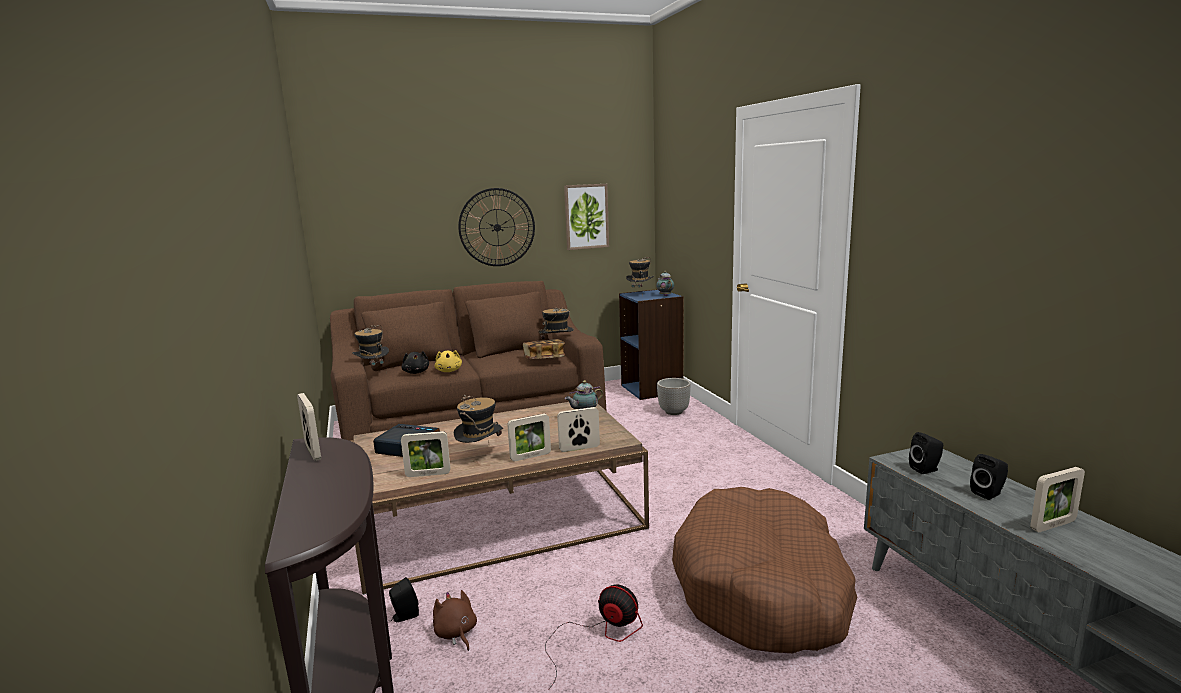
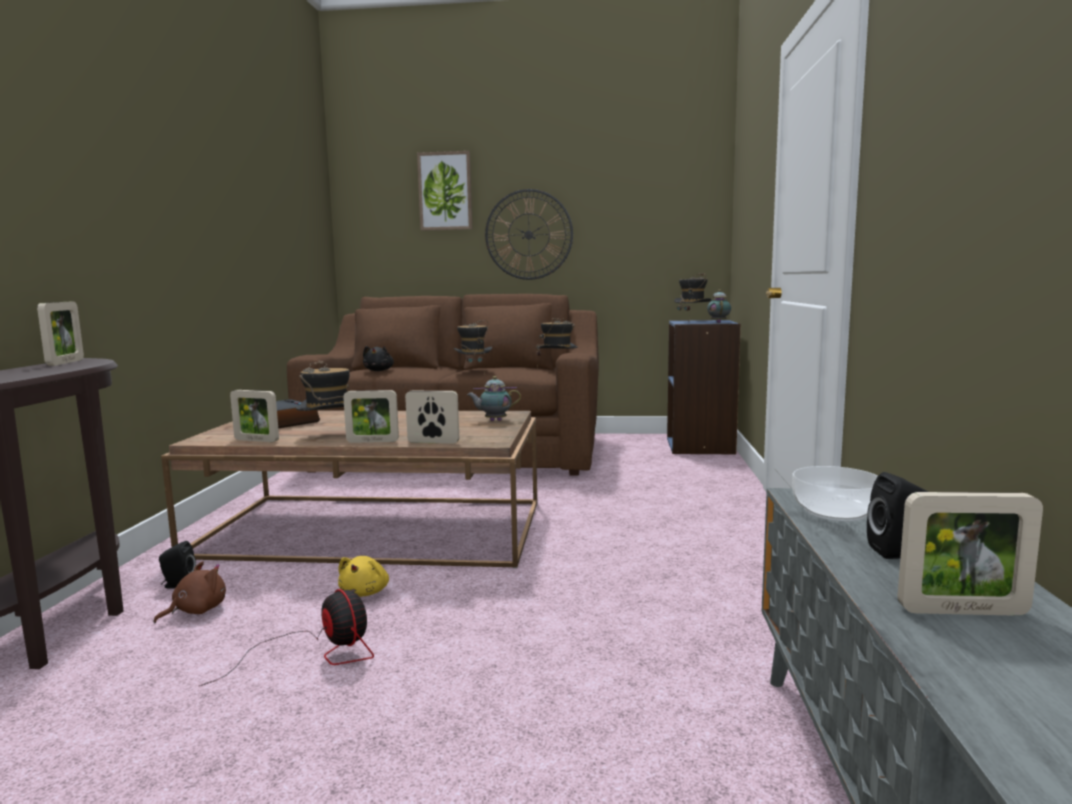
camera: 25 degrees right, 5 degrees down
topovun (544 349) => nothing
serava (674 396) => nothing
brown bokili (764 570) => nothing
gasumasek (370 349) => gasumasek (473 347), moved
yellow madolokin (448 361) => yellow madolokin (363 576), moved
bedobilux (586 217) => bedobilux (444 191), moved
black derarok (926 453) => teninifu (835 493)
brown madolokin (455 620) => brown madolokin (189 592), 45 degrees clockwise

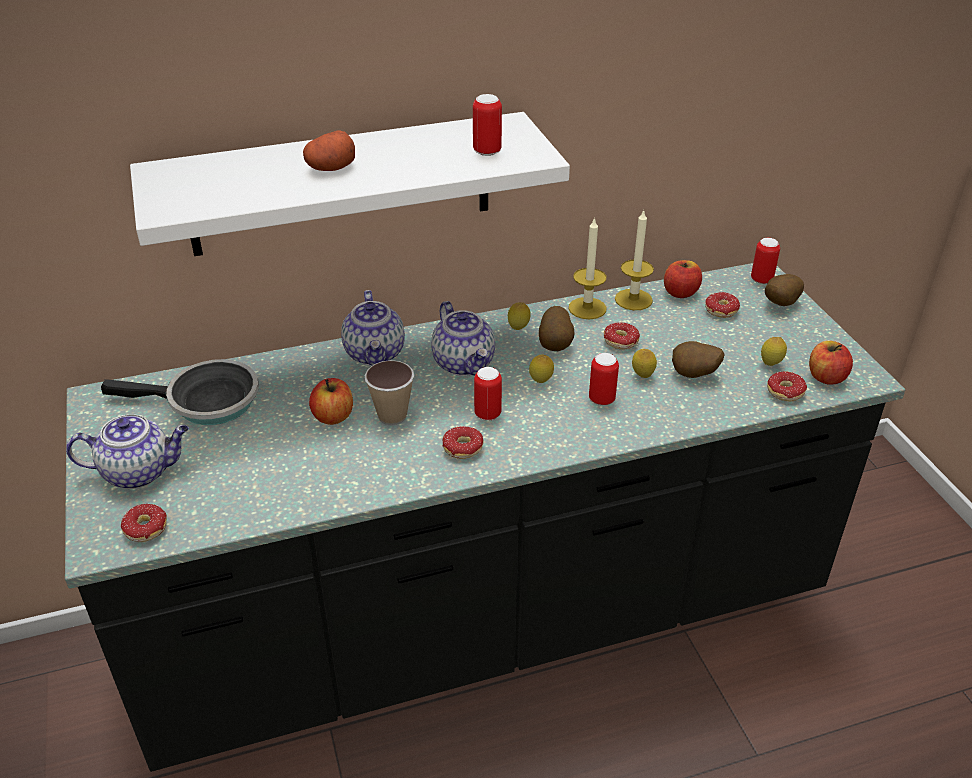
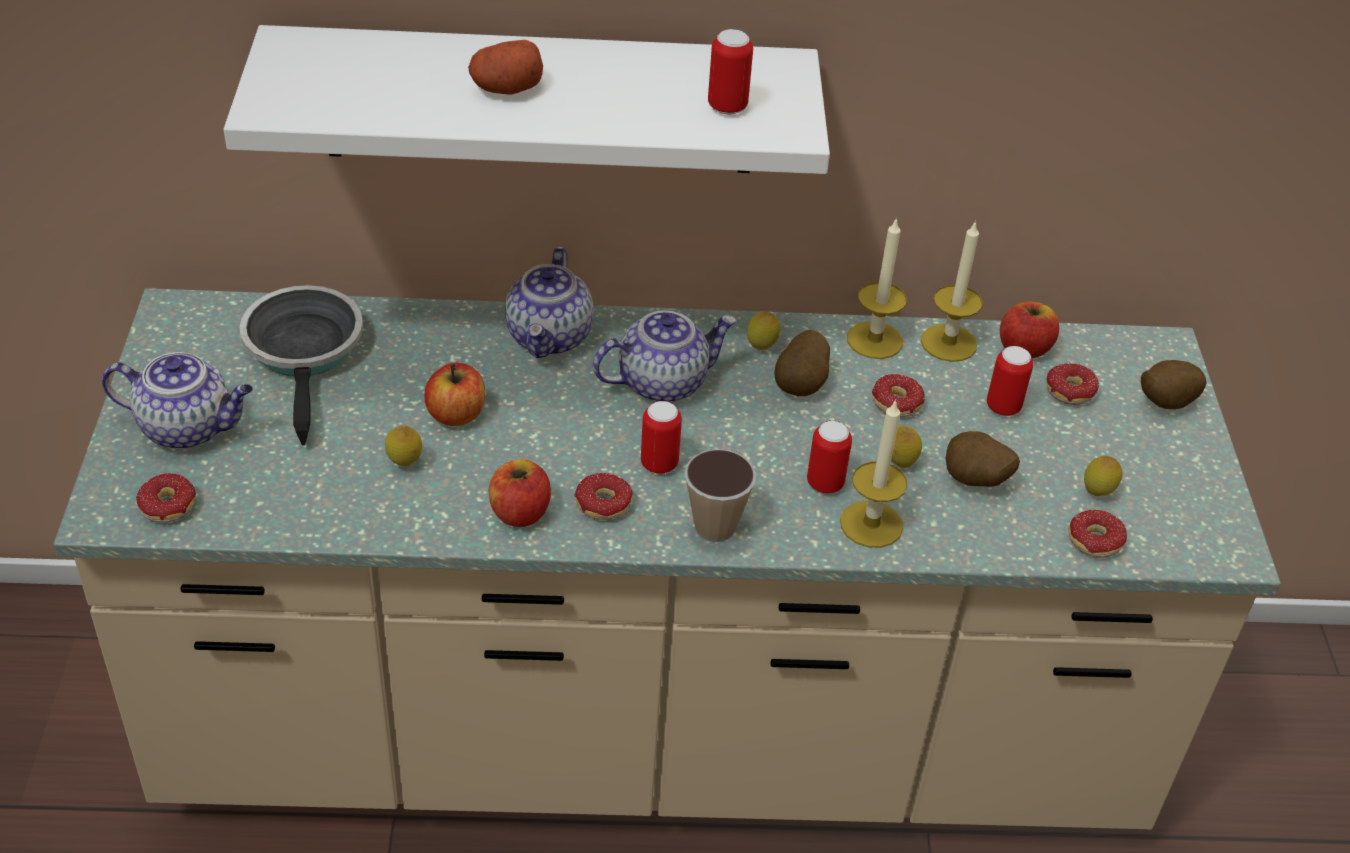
camera: 15 degrees right, 5 degrees up
nothing => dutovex (873 473)
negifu (389 392) => negifu (720 495), moved
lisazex (541 368) => lisazex (403 446), moved
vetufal (765 261) => vetufal (1010 381), moved
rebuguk (831 363) => rebuguk (519 493), moved
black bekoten (485 517) => beige bekoten (667 558)
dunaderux (180 392) => dunaderux (301 365), 120 degrees counterclockwise
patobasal (463 338) => patobasal (665 357), 105 degrees counterclockwise

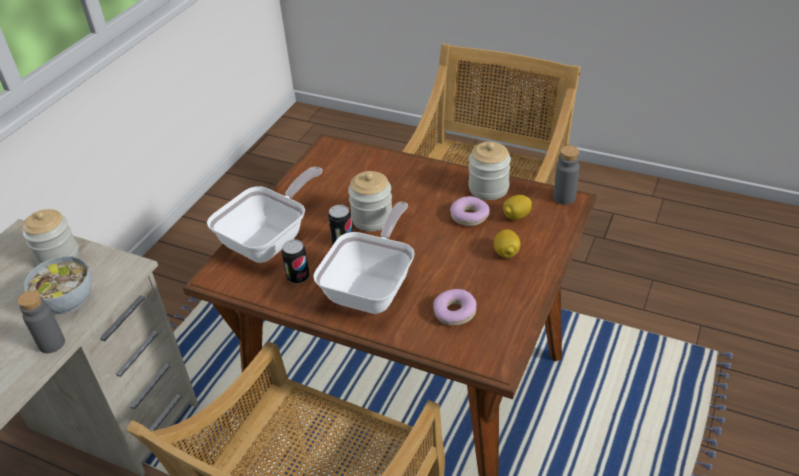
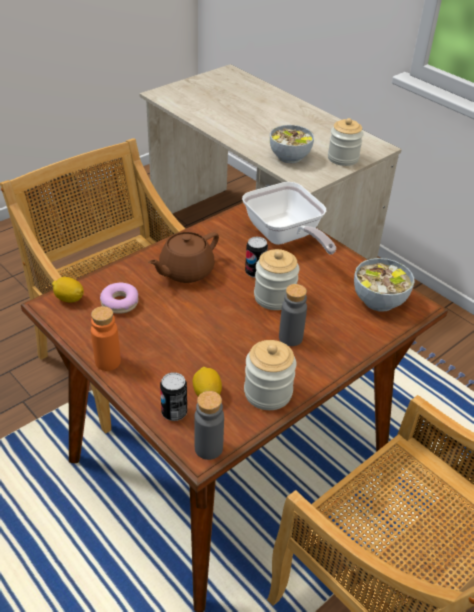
camera: 110 degrees right, 0 degrees up
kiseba (470 211) => nothing
nothing => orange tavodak (106 338)
nothing => teninifu (384 285)
grey tavodak (41 321) => grey tavodak (293 315), moved
vetufal (296 261) => vetufal (173 396), moved
lisazex (507 243) => lisazex (68 290), moved
dunaderux (364 258) => brown patobasal (183 257)

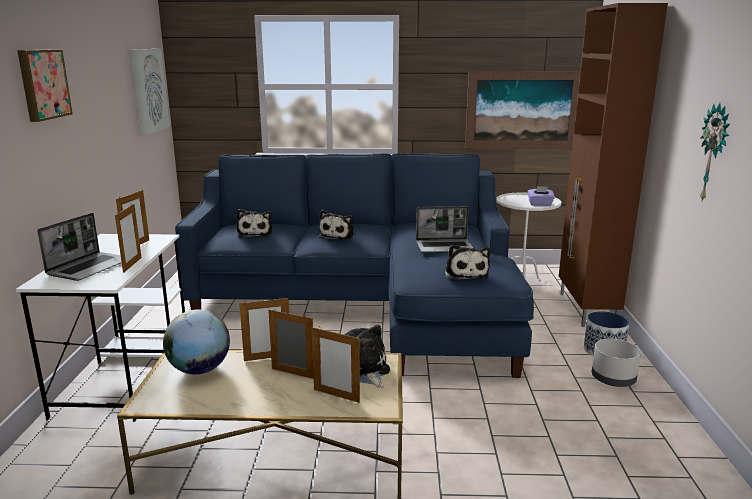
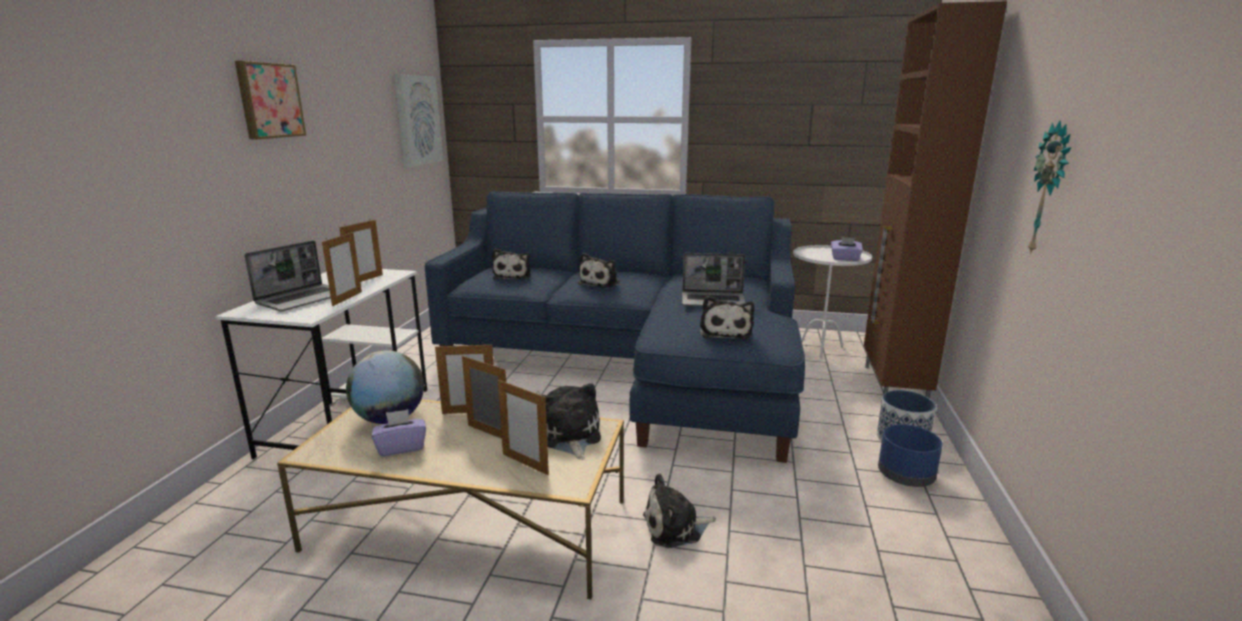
camera: 10 degrees right, 0 degrees up
bedobilux (522 110) => nothing
nothing => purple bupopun (399 433)
nothing => madolokin (679 511)
grey serava (616 363) => blue serava (910 455)

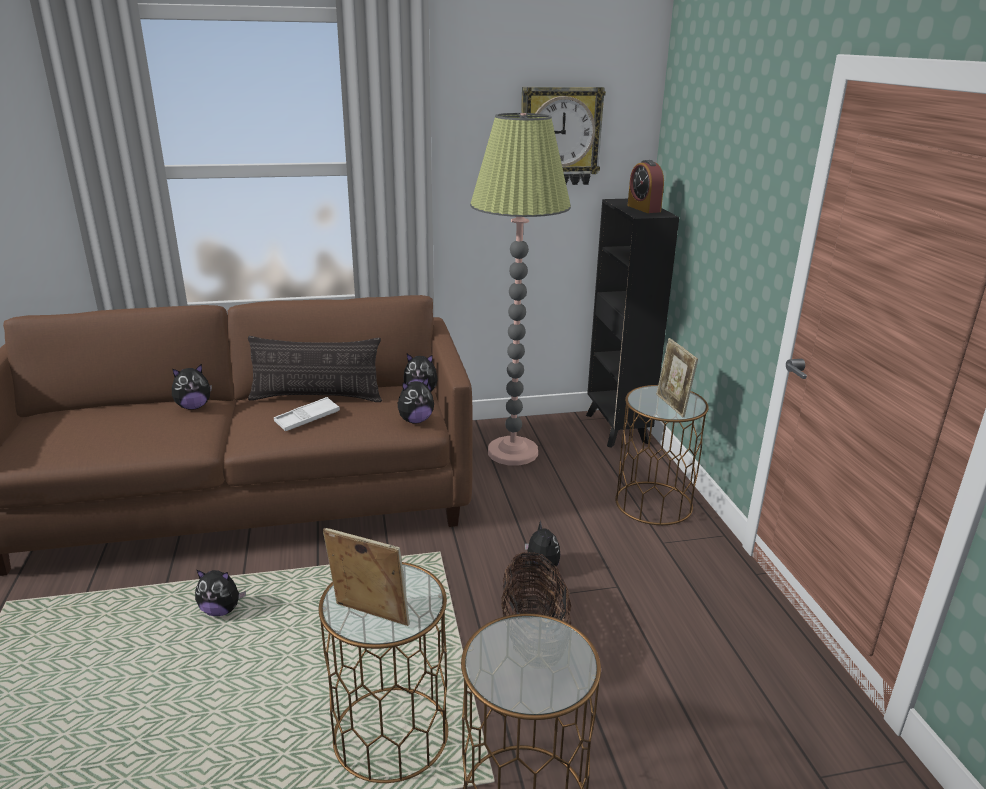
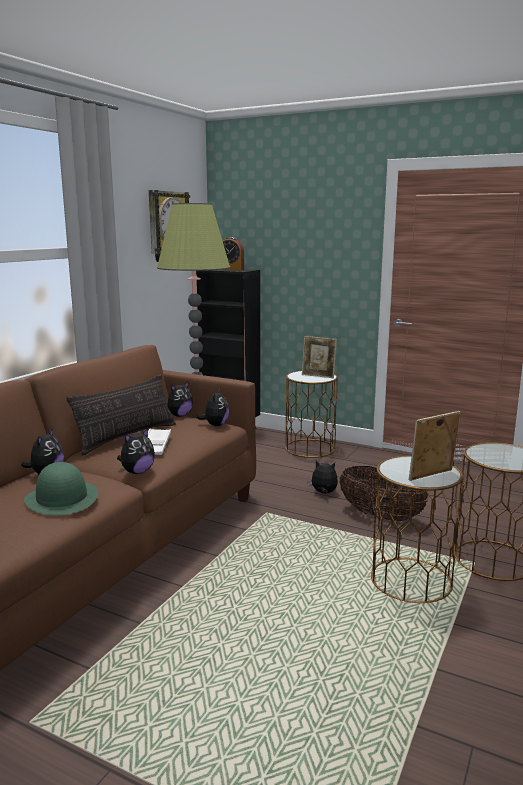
camera: 50 degrees left, 10 degrees down
nothing => green gasumasek (61 488)
madolokin (220 593) => madolokin (136 451), moved

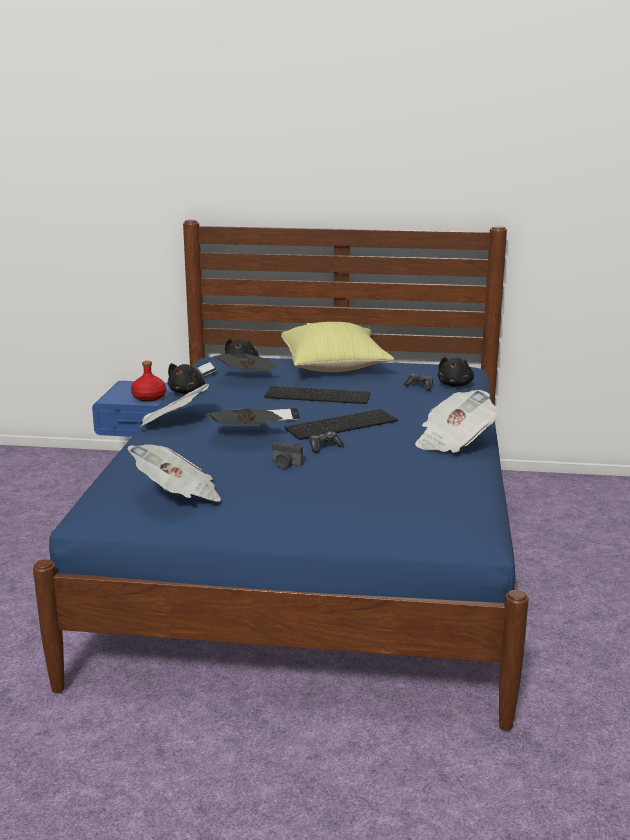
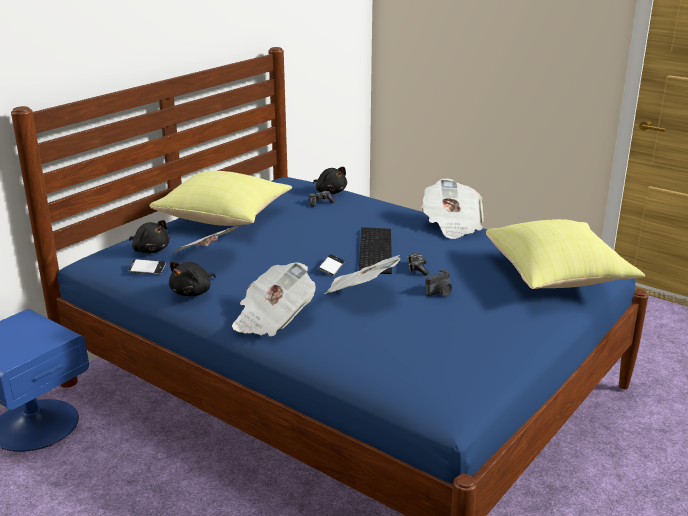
camera: 60 degrees left, 5 degrees up
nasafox (175 473) => nothing
red tavodak (148 381) => nothing
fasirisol (317 395) => nothing
nothing => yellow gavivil (565 254)
black madolokin (186 378) => black madolokin (192 278), 75 degrees clockwise

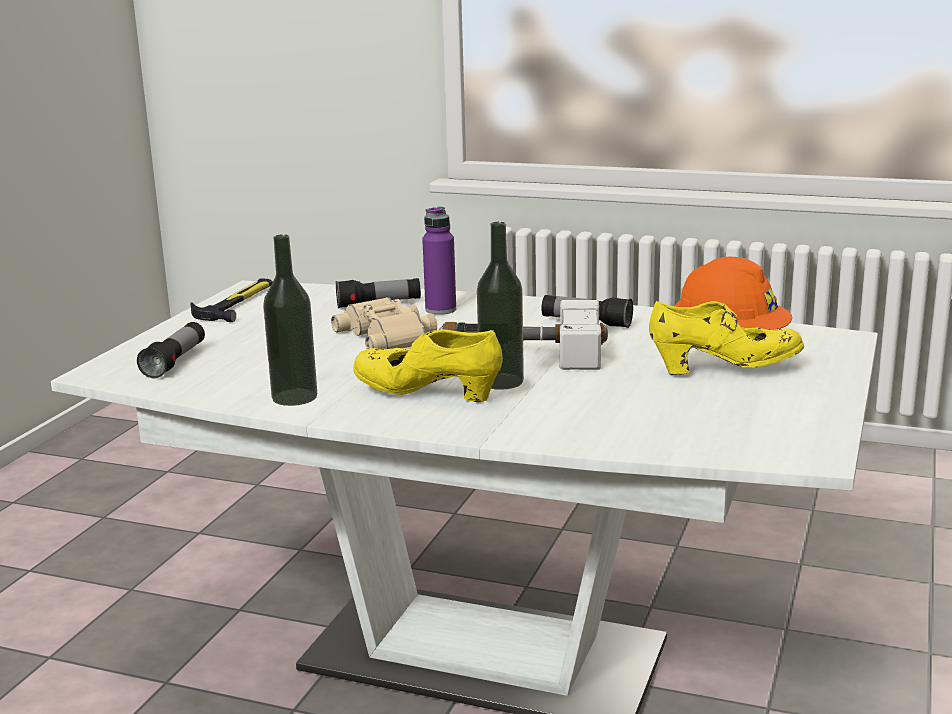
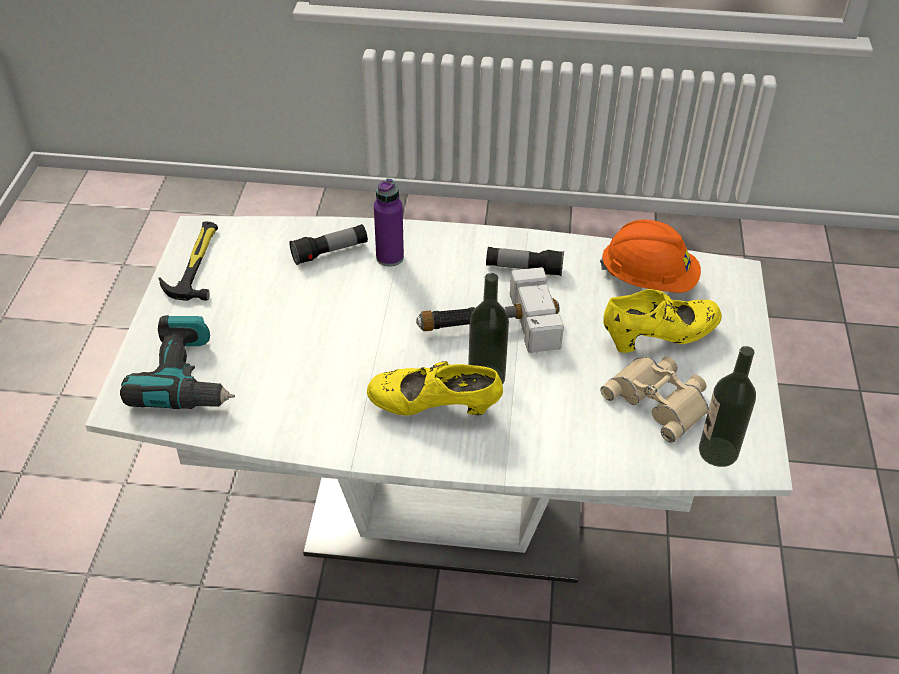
camera: 15 degrees left, 25 degrees up
tavodak (290 320) => tavodak (727 406), moved
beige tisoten (384 323) => beige tisoten (654 399), moved
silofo (171 350) => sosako (177 362)

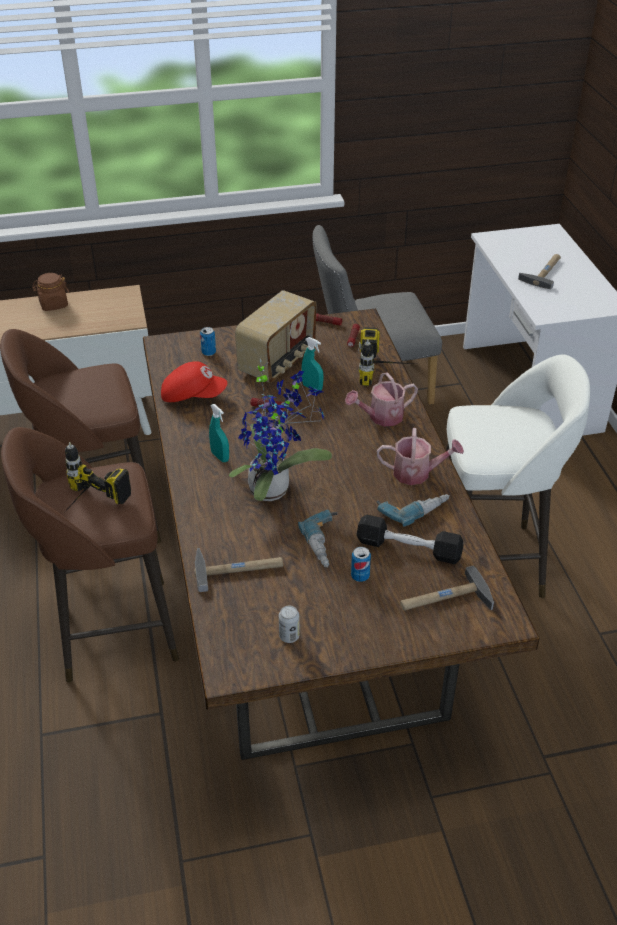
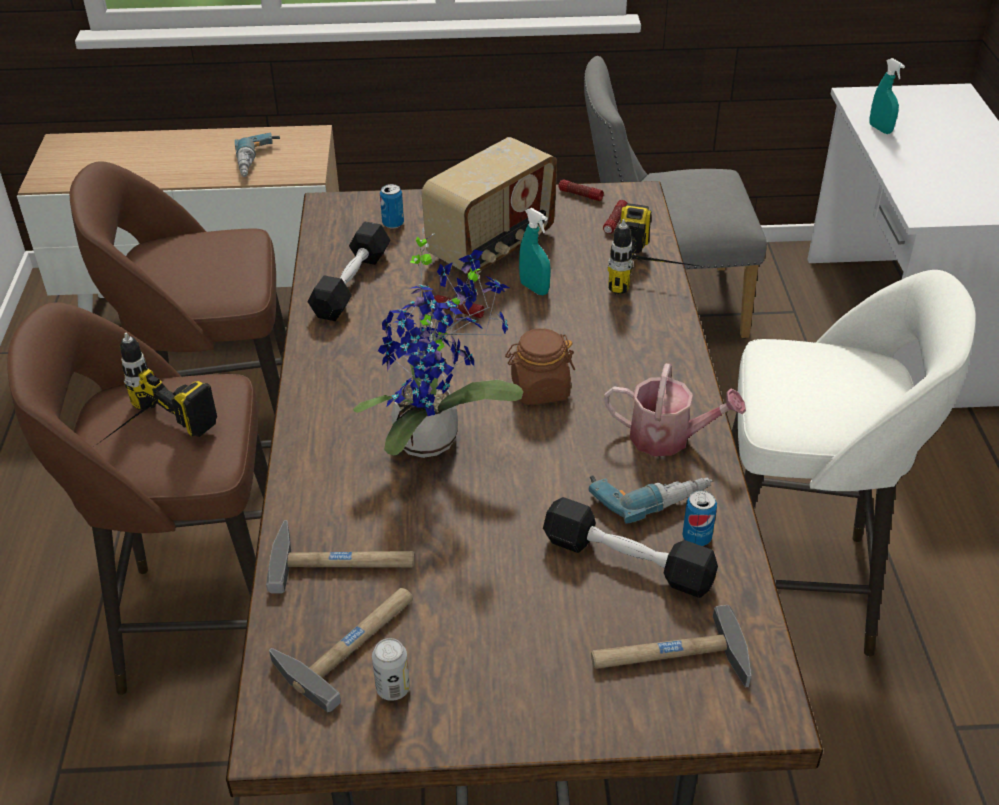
camera: 10 degrees right, 0 degrees up
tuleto (381 399) => nothing
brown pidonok (50 292) => brown pidonok (540 366), moved
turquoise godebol (219 433) => turquoise godebol (887 96), moved
sosako (317 538) => sosako (257 155), moved
vetufal (361 564) => vetufal (699 518), moved
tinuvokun (539 271) => tinuvokun (341 650), moved
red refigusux (194 381) => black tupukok (348 271)

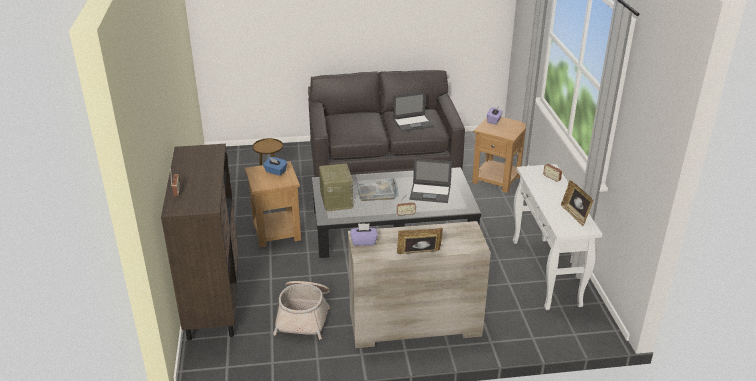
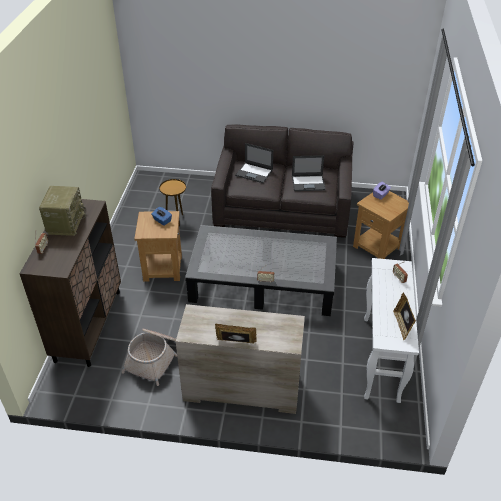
camera: 15 degrees right, 10 degrees up
purple bupopun (364 234) => nothing
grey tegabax (377 189) => nothing
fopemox (336 187) => fopemox (62 211), moved
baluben (431 180) => baluben (254 163), moved

